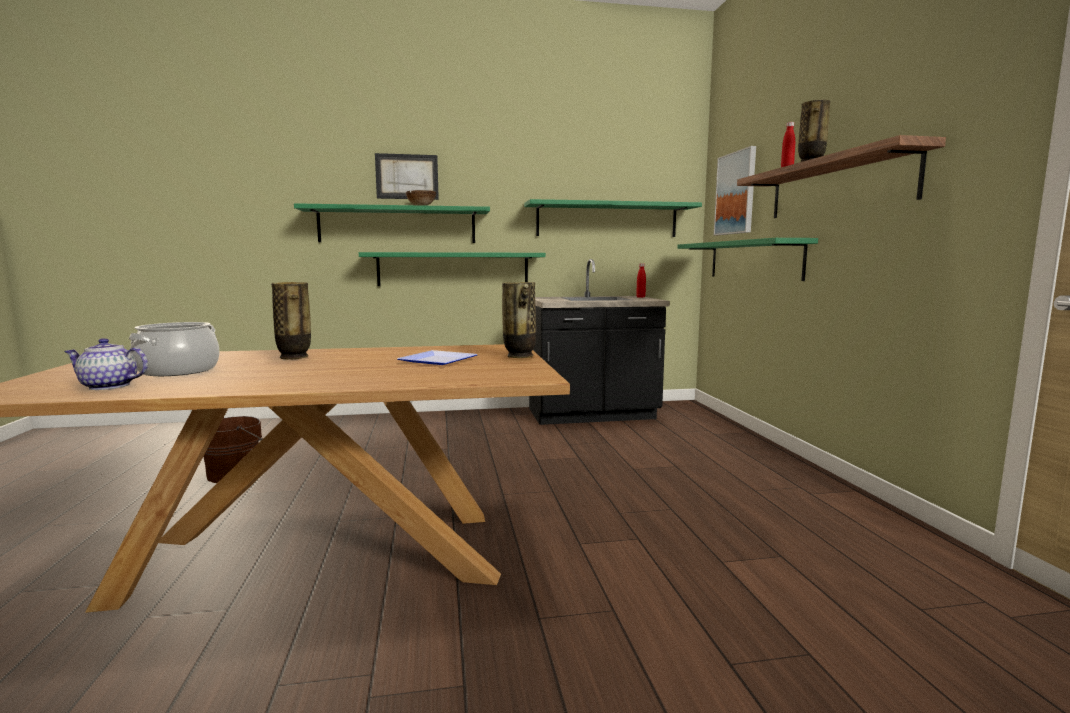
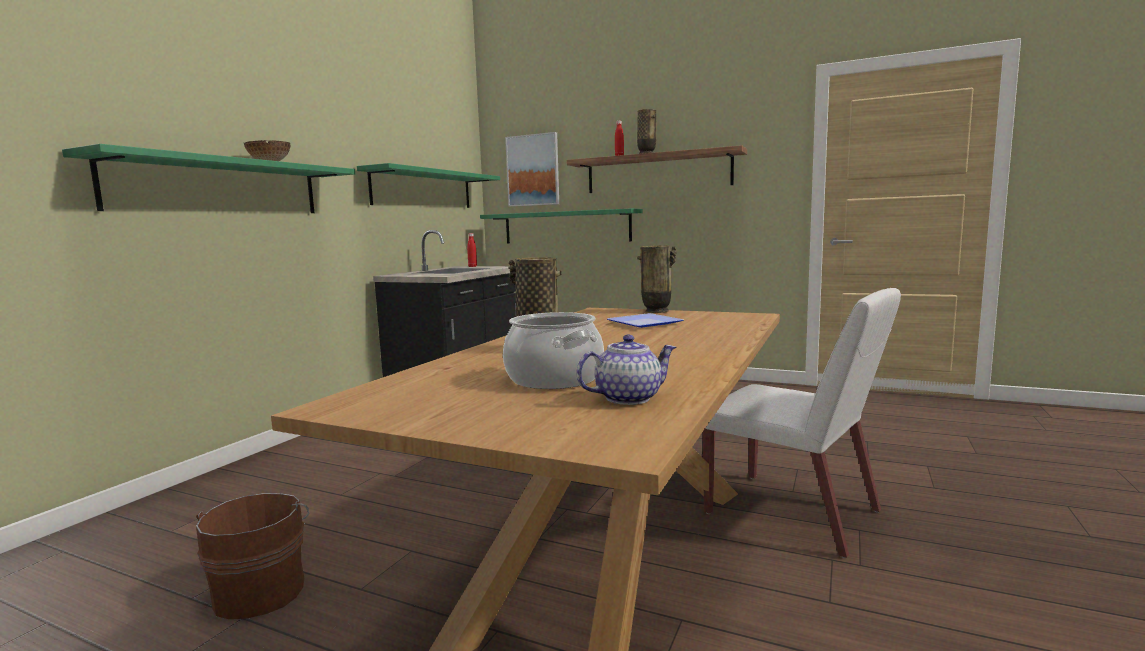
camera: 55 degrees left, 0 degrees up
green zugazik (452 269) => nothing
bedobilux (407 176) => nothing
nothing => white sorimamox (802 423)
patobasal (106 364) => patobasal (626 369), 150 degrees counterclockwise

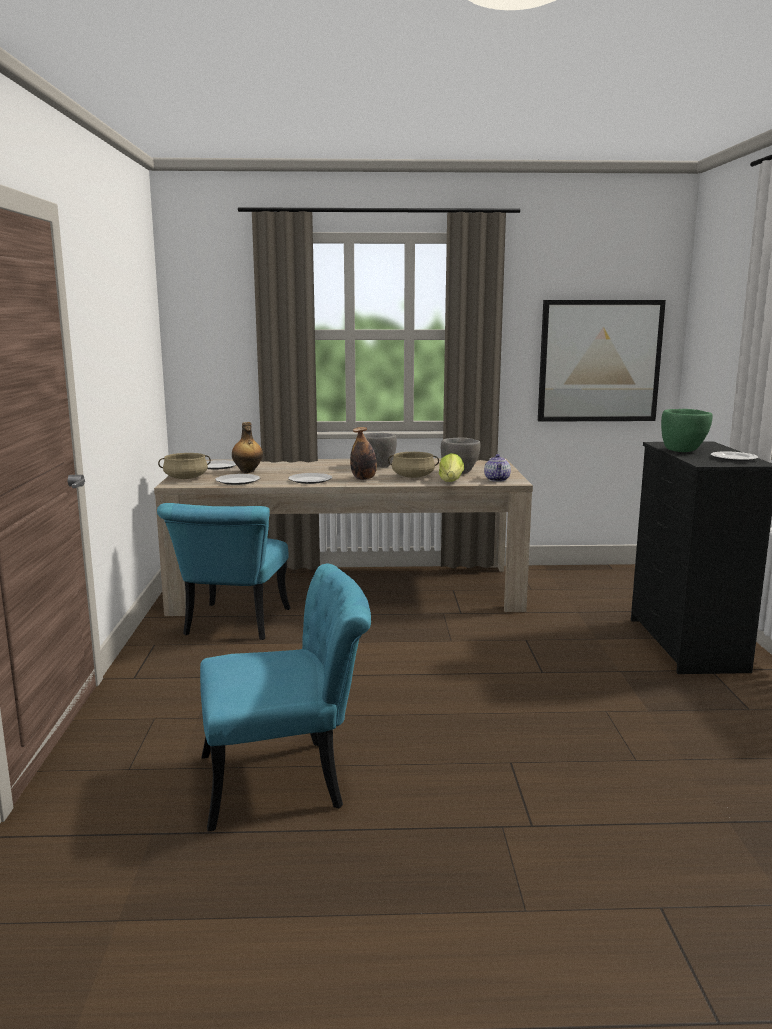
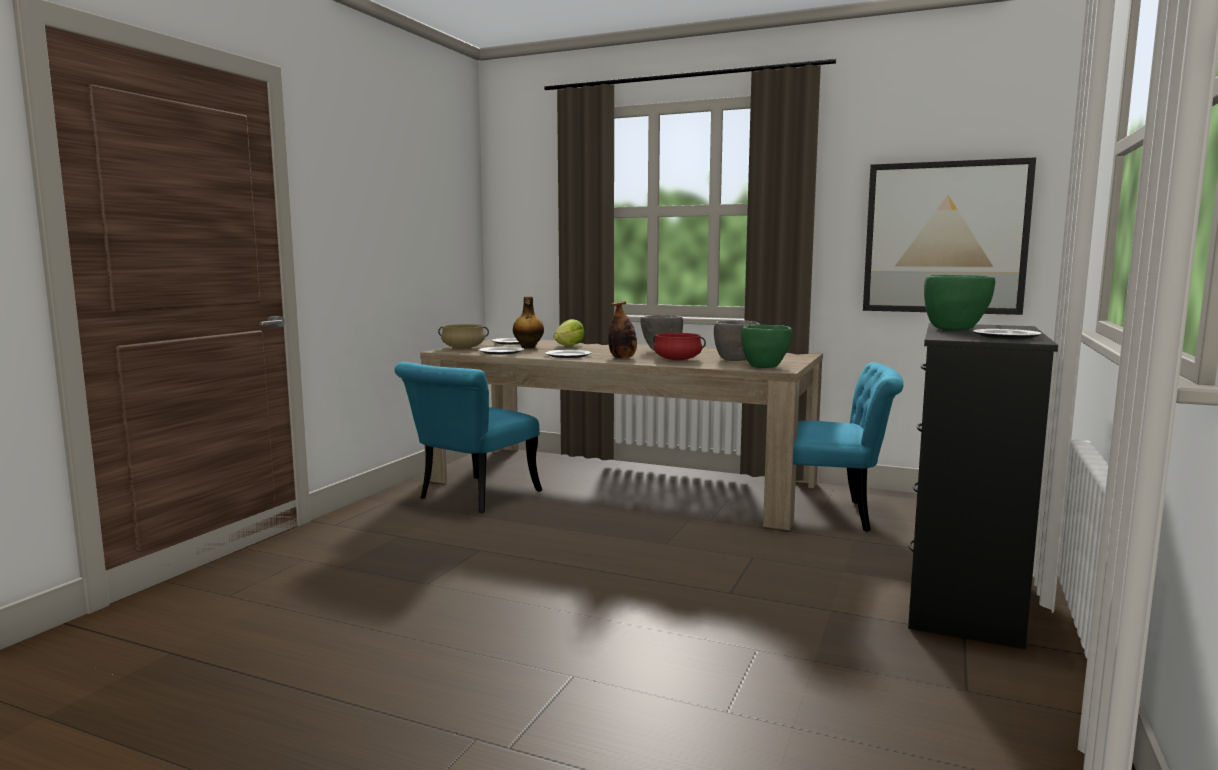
camera: 25 degrees right, 5 degrees down
turquoise sorimamox (285 698) => turquoise sorimamox (848 447), moved
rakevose (451 467) => rakevose (569 332), moved
patobasal (497 468) => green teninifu (766 346)
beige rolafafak (413 465) => red rolafafak (679 346)

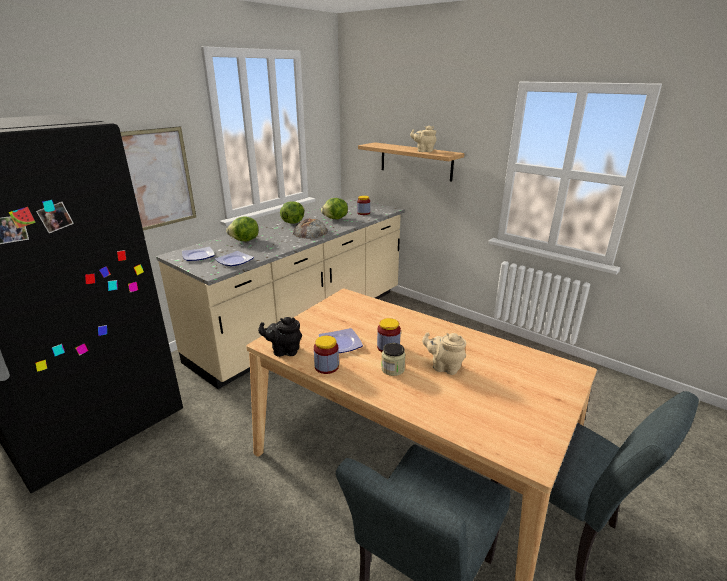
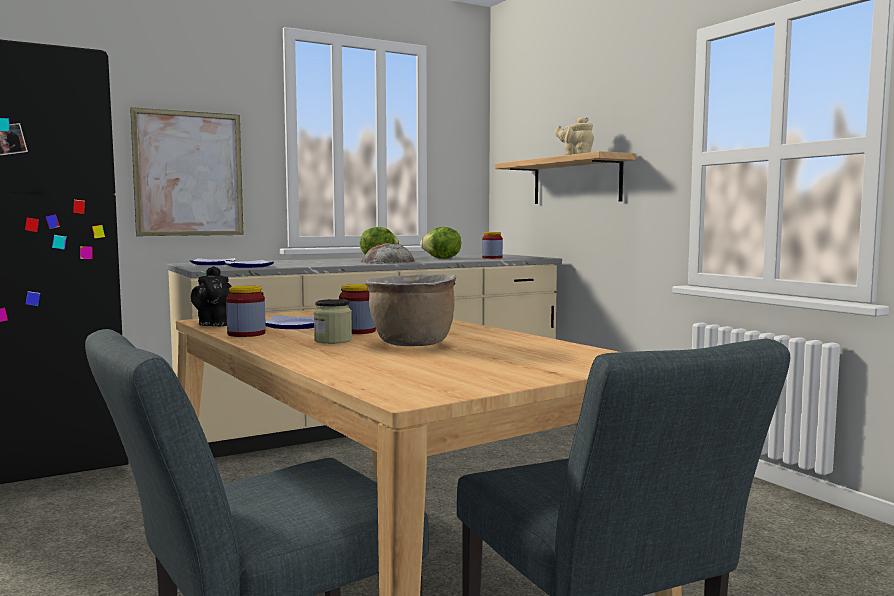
camera: 20 degrees right, 20 degrees down
rakevose (242 229) => nothing
beige patobasal (444 353) => brown rolafafak (410 310)
black patobasal (280 337) => black patobasal (211 296), 120 degrees counterclockwise

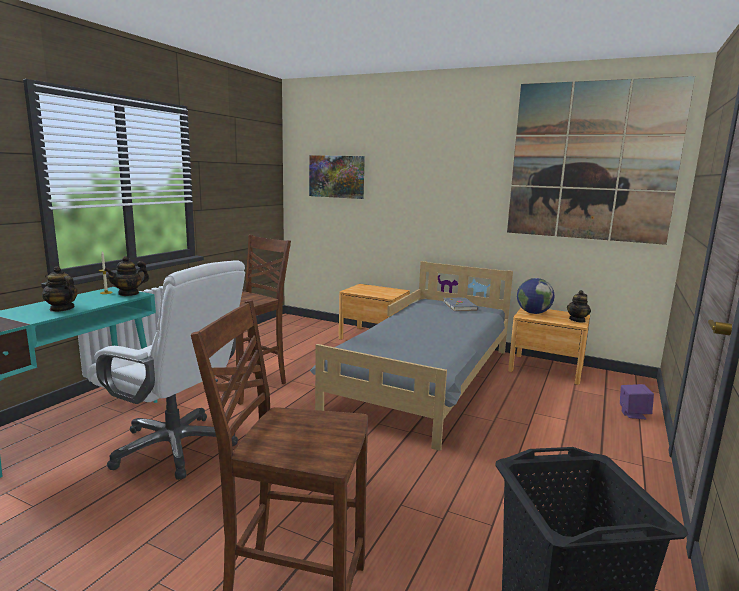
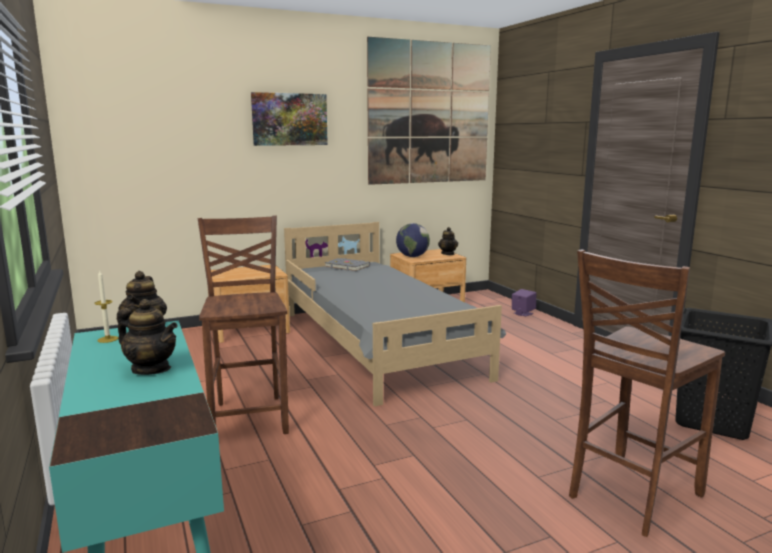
camera: 50 degrees left, 0 degrees up
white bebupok (166 370) => nothing
bedobilux (337 177) => bedobilux (289 119), moved
patobasal (60 289) => patobasal (147 337), 135 degrees counterclockwise

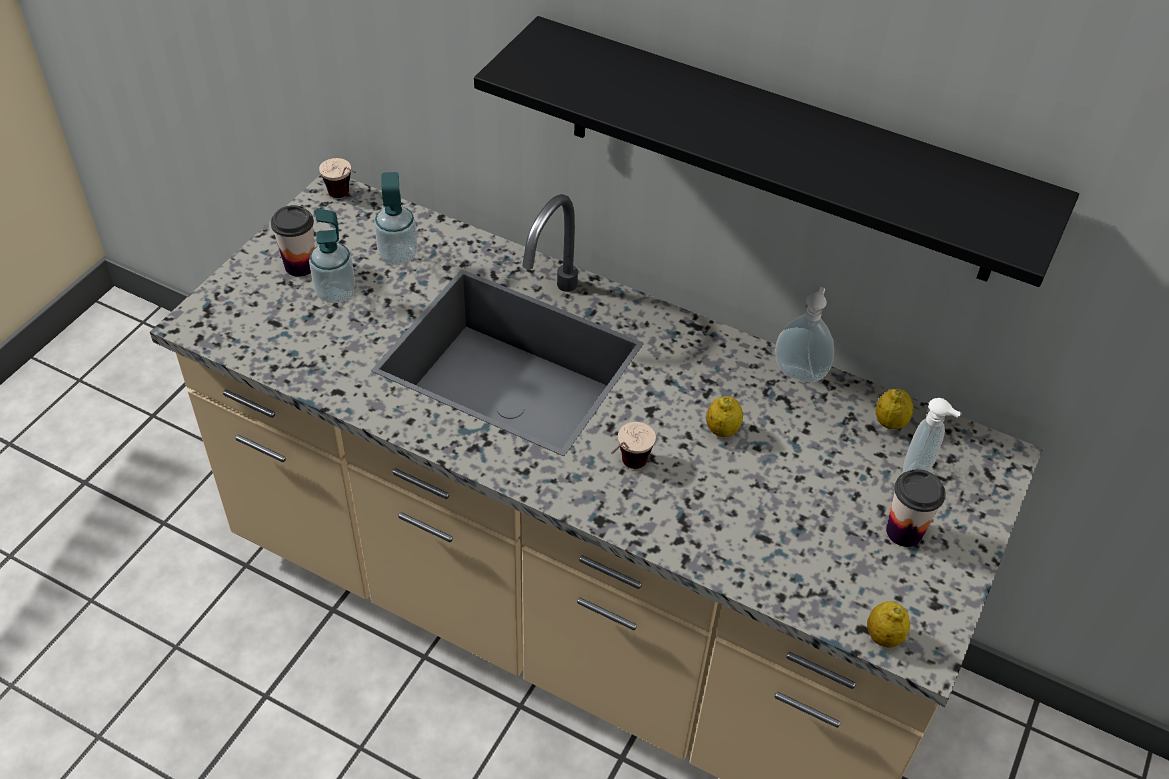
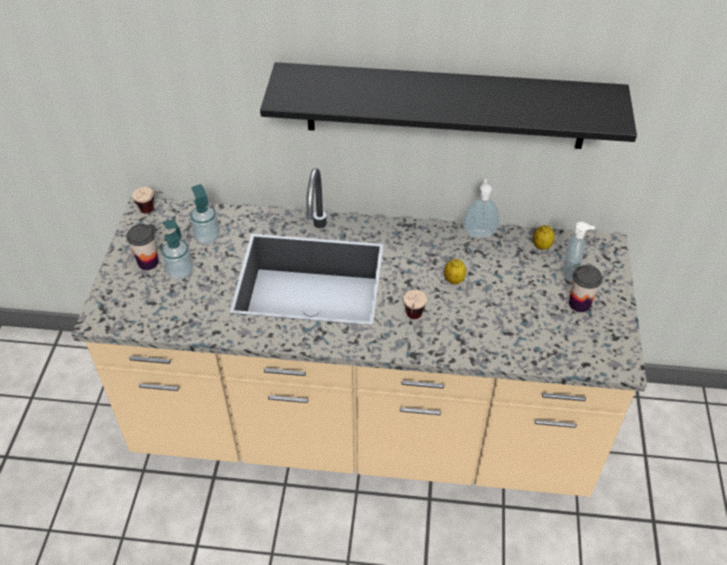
camera: 20 degrees left, 0 degrees up
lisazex (888 624) => nothing

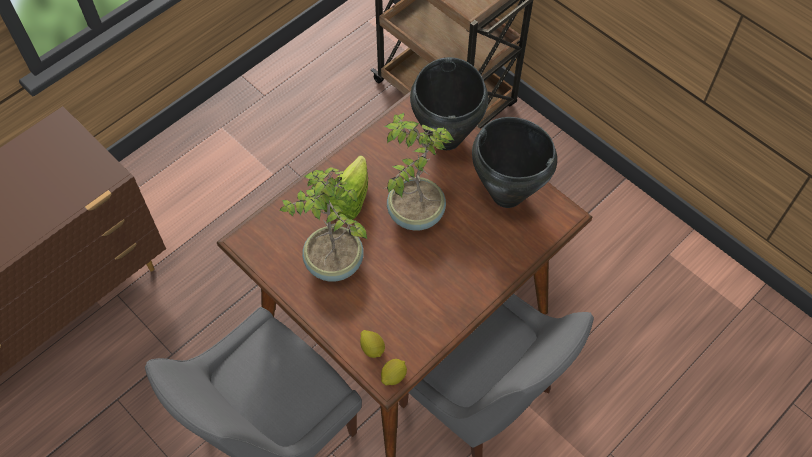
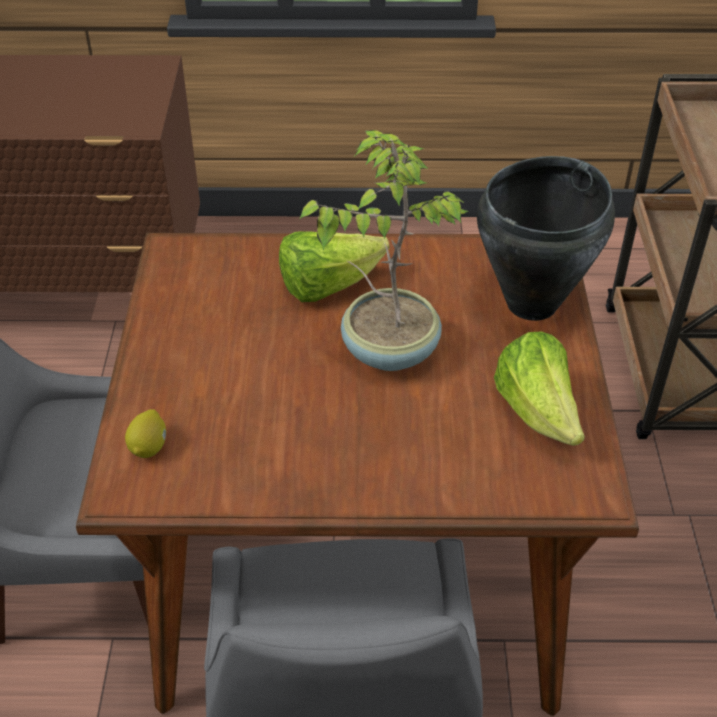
camera: 45 degrees right, 15 degrees down
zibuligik (323 224) => nothing
lisazex (394 372) => nothing
black rolafafak (514 162) => rakevose (539 388)

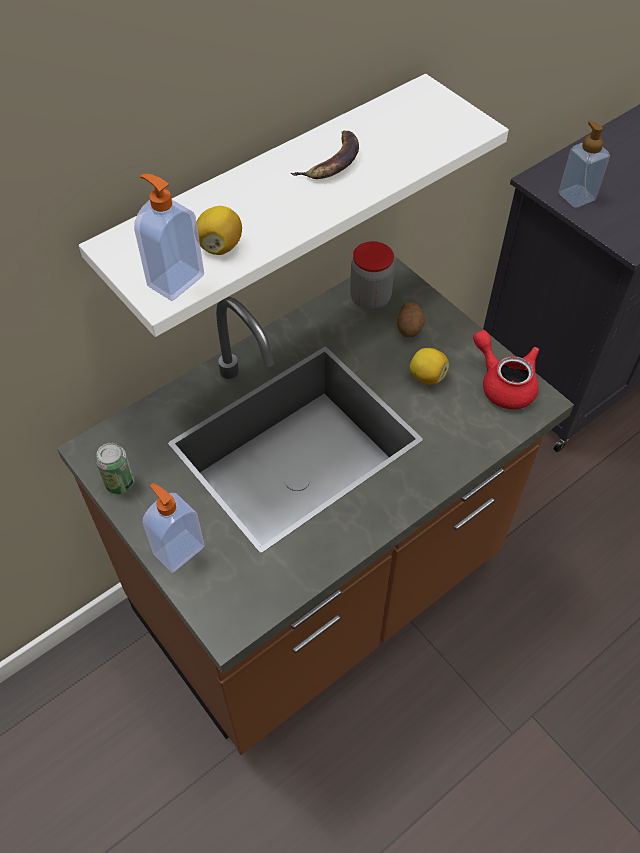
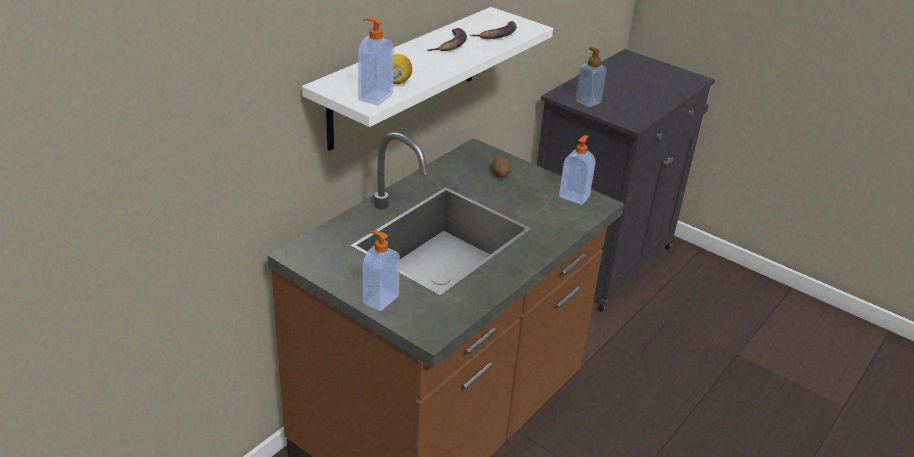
camera: 15 degrees left, 20 degrees down
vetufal (114 468) => nothing
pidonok (372 275) => nothing
lisazex (429 366) => nothing
nothing => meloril (493 30)
red patobasal (506 369) => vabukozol (577 170)

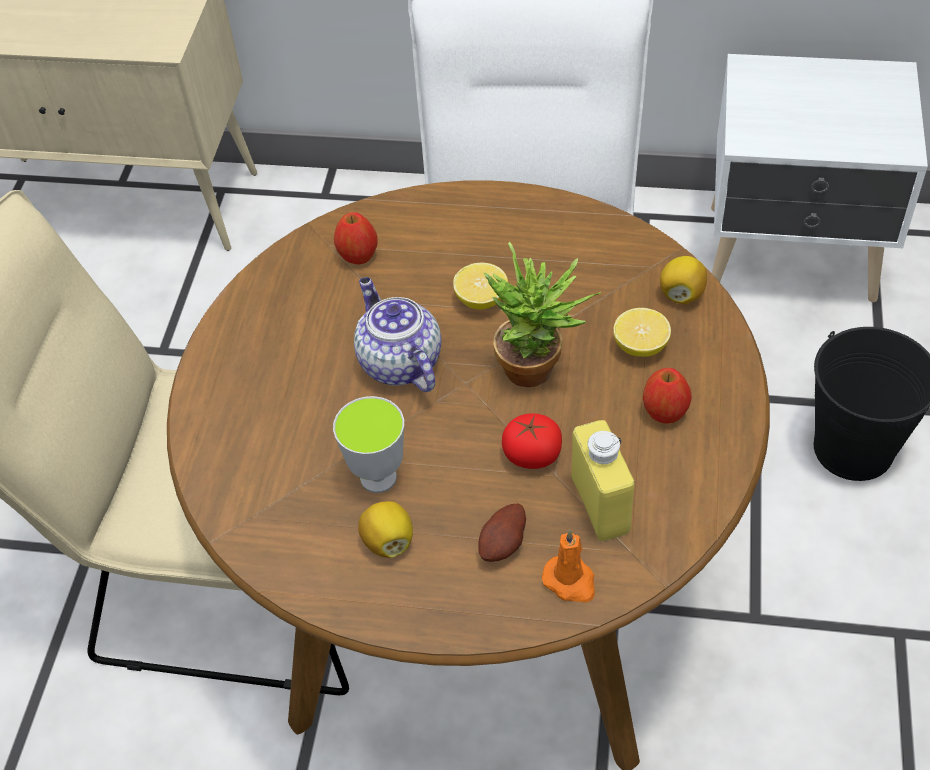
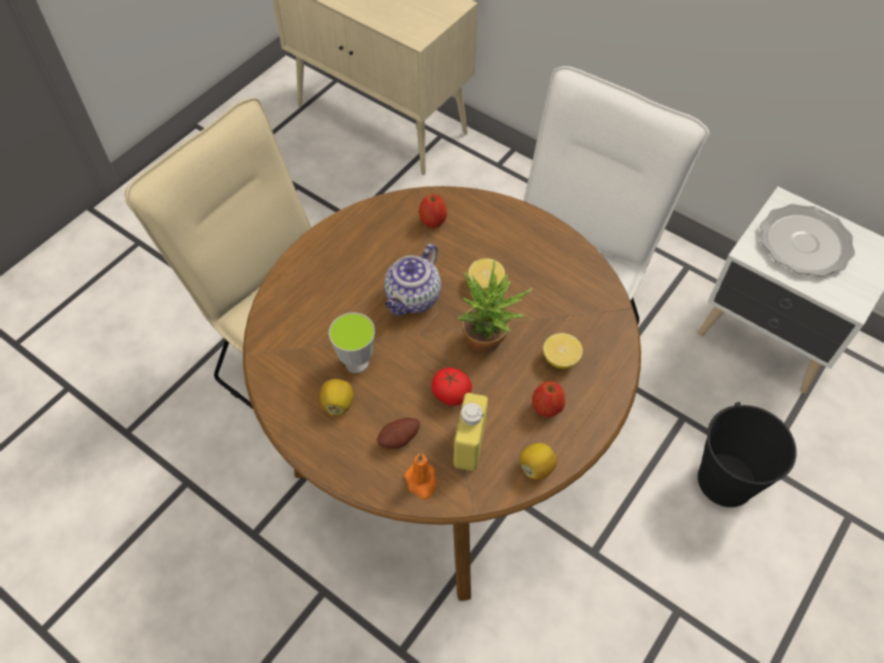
camera: 25 degrees right, 5 degrees up
nothing => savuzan (807 240)
lisazex (683 280) => lisazex (538 461), moved
patobasal (398 334) => patobasal (412 280), 150 degrees counterclockwise

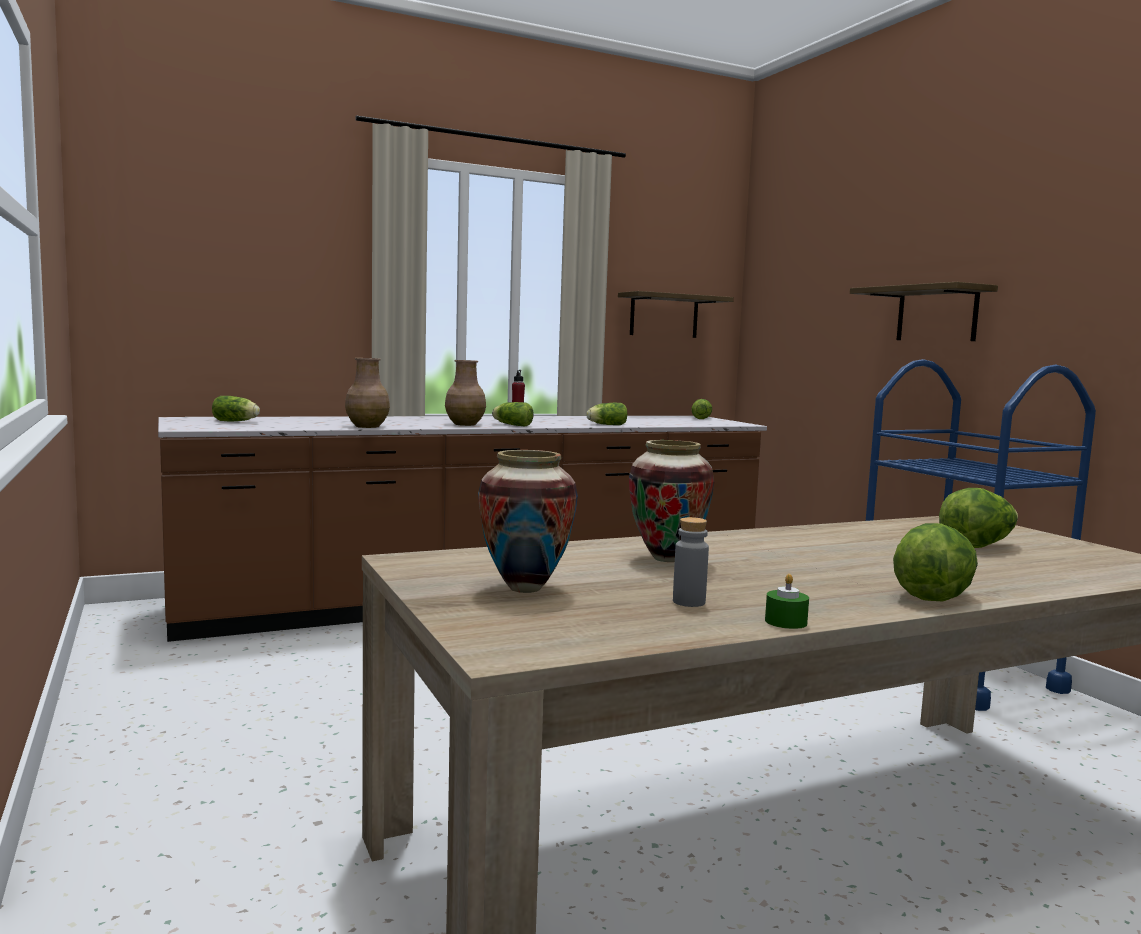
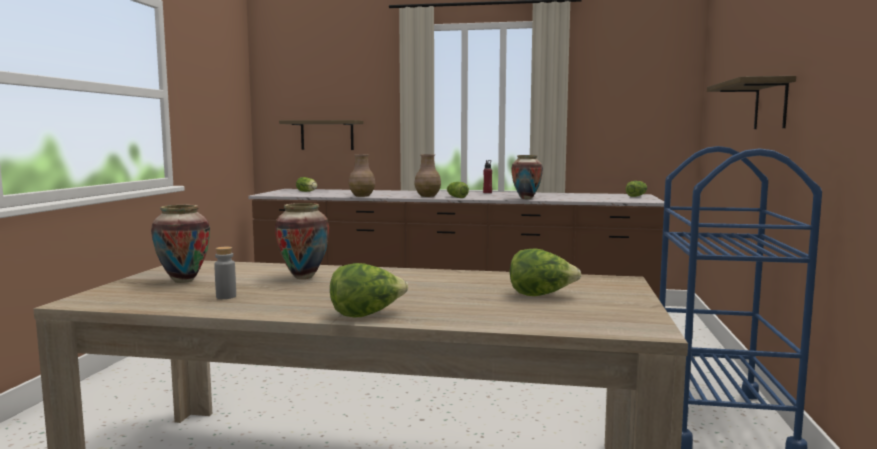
camera: 35 degrees right, 0 degrees up
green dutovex (787 601) => nothing
zugazik (676 314) => zugazik (321 135), moved
rakevose (606 414) => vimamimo (527 177)

